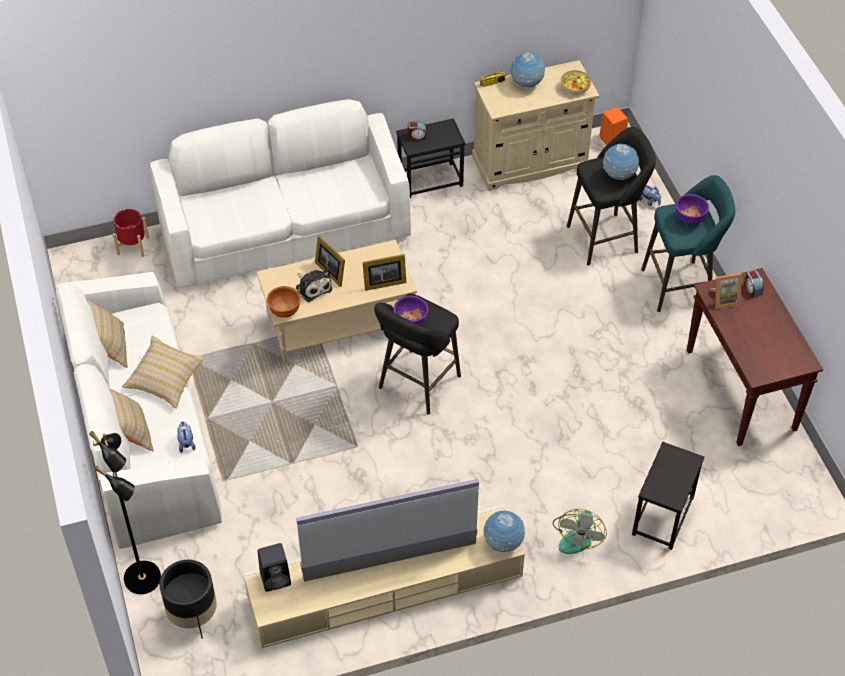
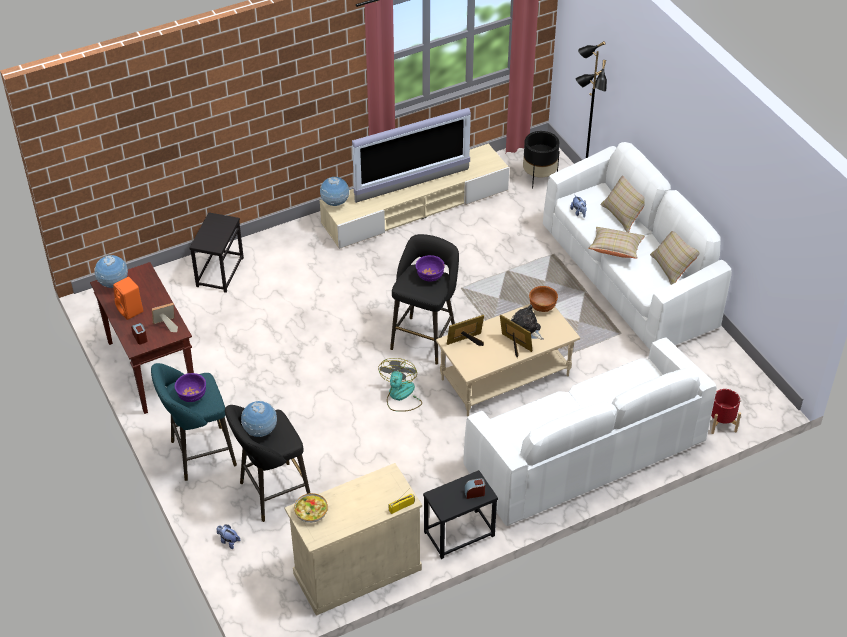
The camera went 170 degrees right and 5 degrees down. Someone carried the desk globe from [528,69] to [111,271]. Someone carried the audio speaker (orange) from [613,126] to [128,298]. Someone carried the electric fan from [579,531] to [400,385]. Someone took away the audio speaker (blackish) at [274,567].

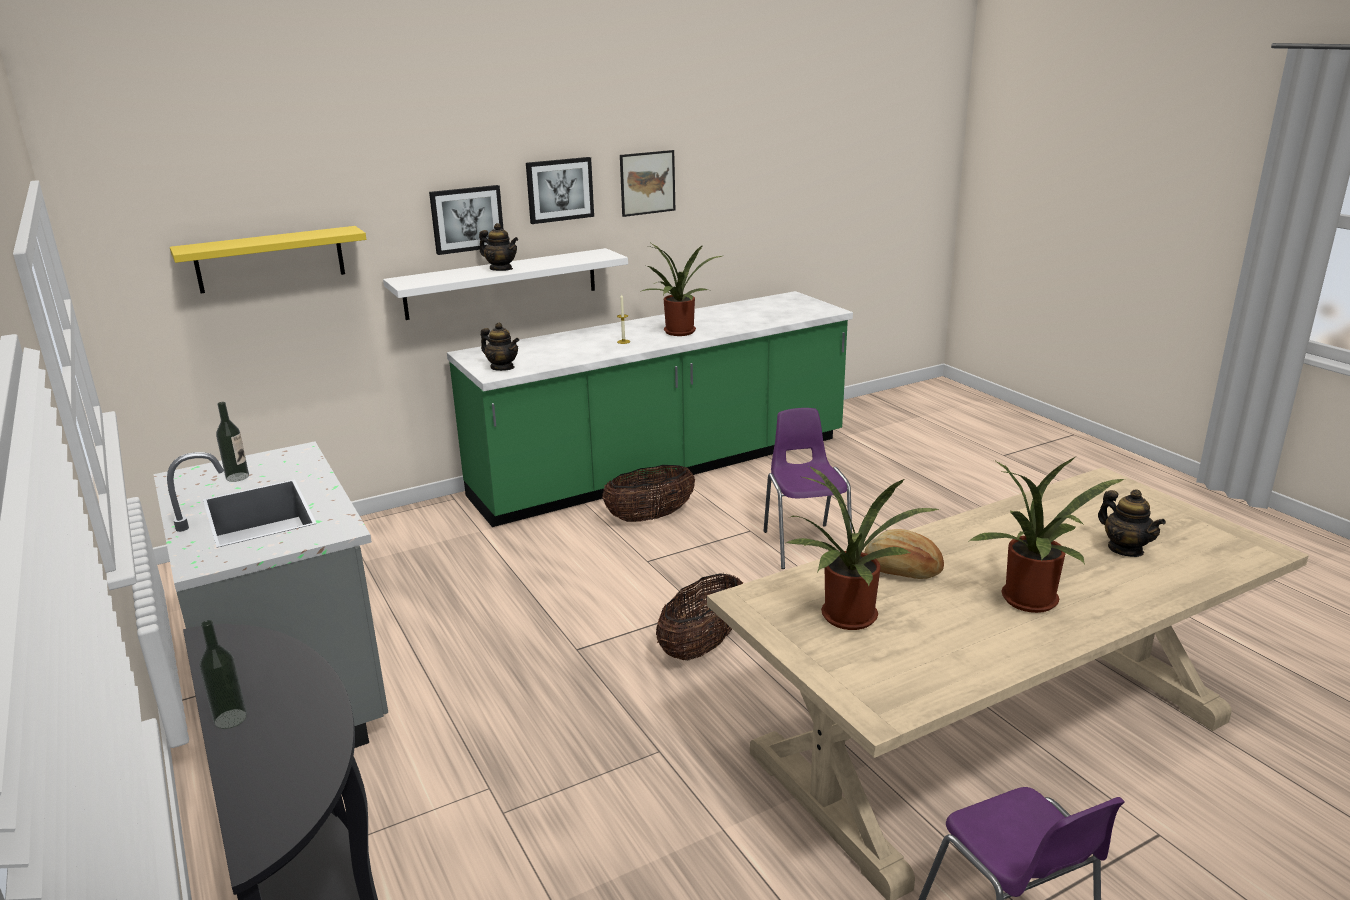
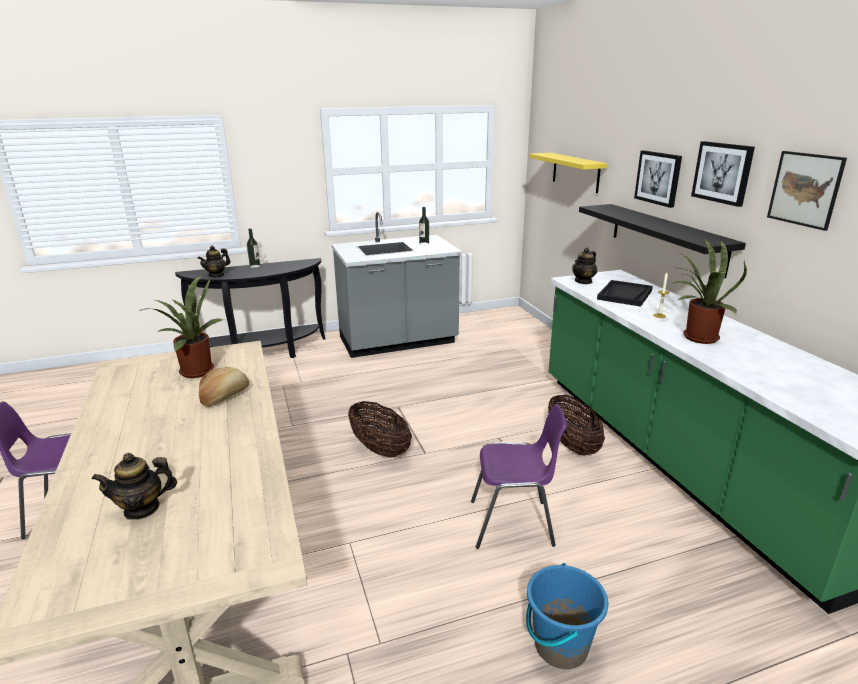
The camera went 100 degrees right and 0 degrees up. Someone carried the tea pot from [498,247] to [214,262]. Someone put down the water bucket (bluish) at [567,616]. Someone repainted the shelf (whitish) at [505,284], which became the shelf (blackish) at [662,241]. Someone put down the carrying tray (blackish) at [625,293]. Someone took away the plant in a pot at [1046,534].

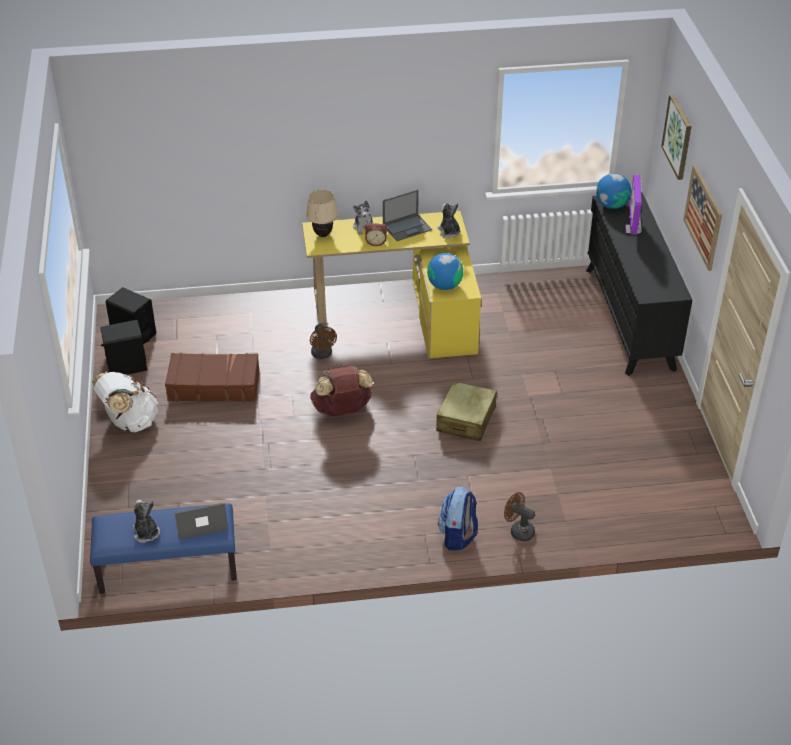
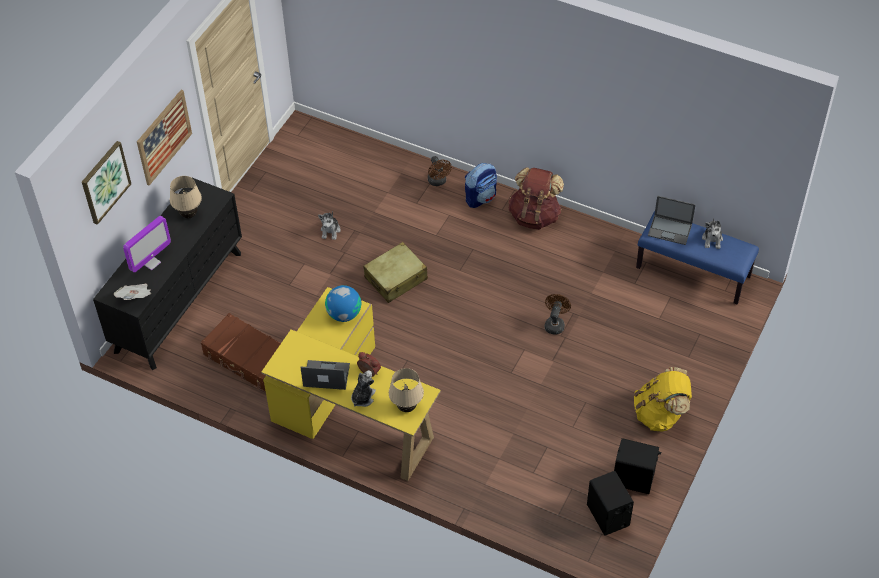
The camera went 145 degrees left and 10 degrees up. Someone swapped the desk globe at [613,191] for the printed paper at [132,292]. Someone put down the lamp for a table (sand-coloured) at [186,197]. Someone carried the piece of luggage (brown-coloured) from [212,377] to [240,352]. Someone carried the soft toy from [449,220] to [329,225]. Someone carried the backpack (brown-coloured) from [341,390] to [536,198]. Someone carried the electric fan (brown-coloured) from [323,341] to [558,314]. Someone repainted the backpack (whitish) at [125,402], which became the backpack (yellow-coloured) at [663,399].

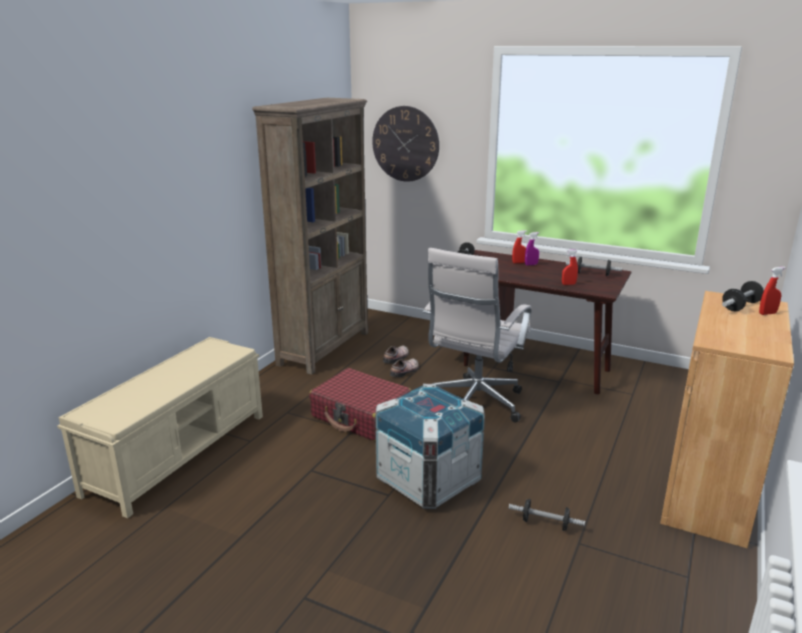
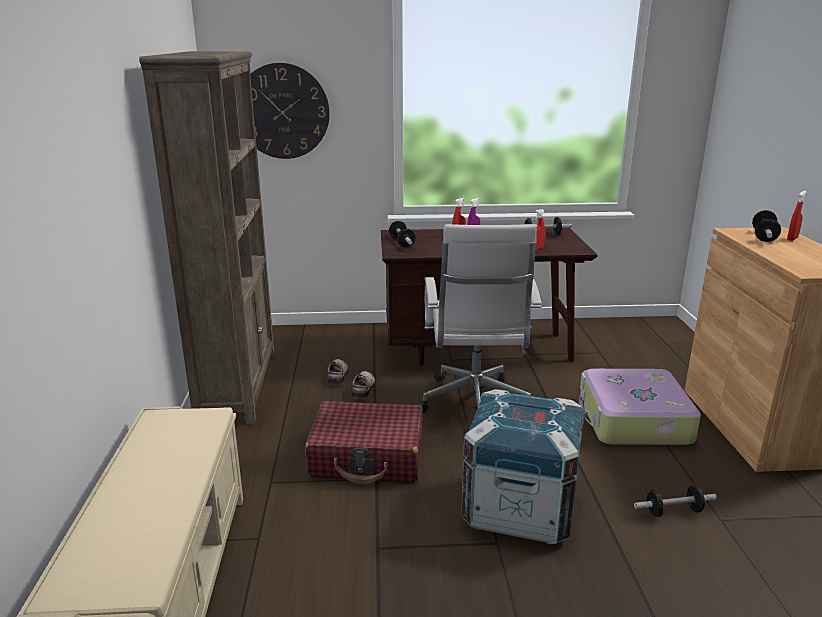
The camera went 30 degrees left and 0 degrees up. Someone put down the piece of luggage at [639,407].

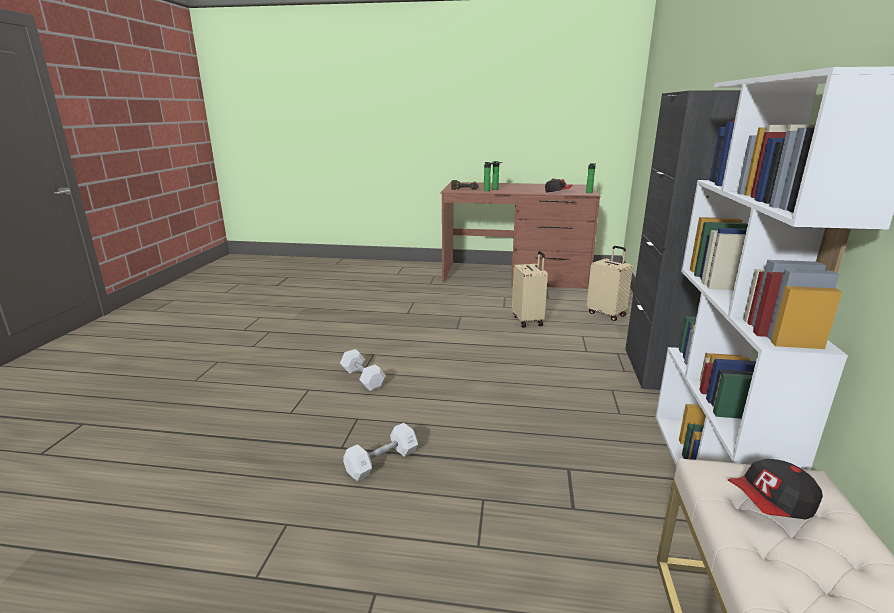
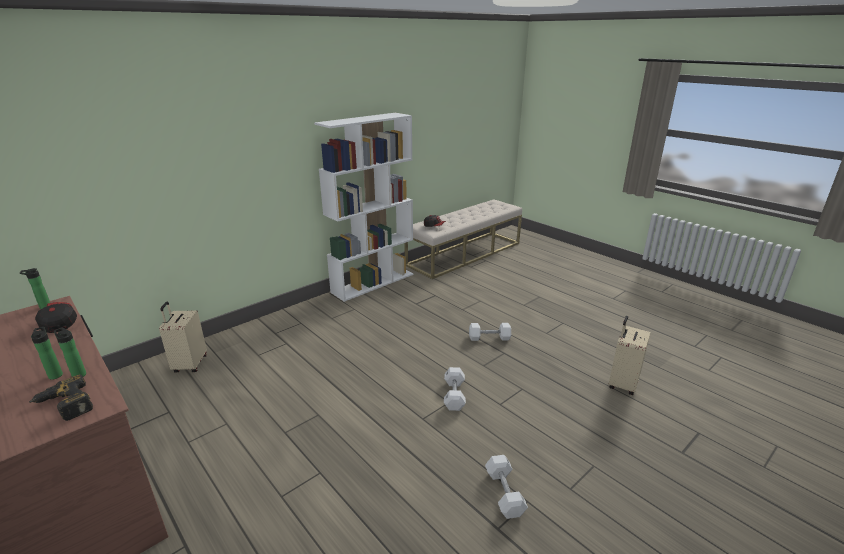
The camera went 140 degrees left and 5 degrees up. Someone put down the free weight (whitish) at [506,487]. Someone carried the piece of luggage (sand-coloured) from [530,289] to [630,355]. Someone took away the storage cabinet (blackish) at [683,240].

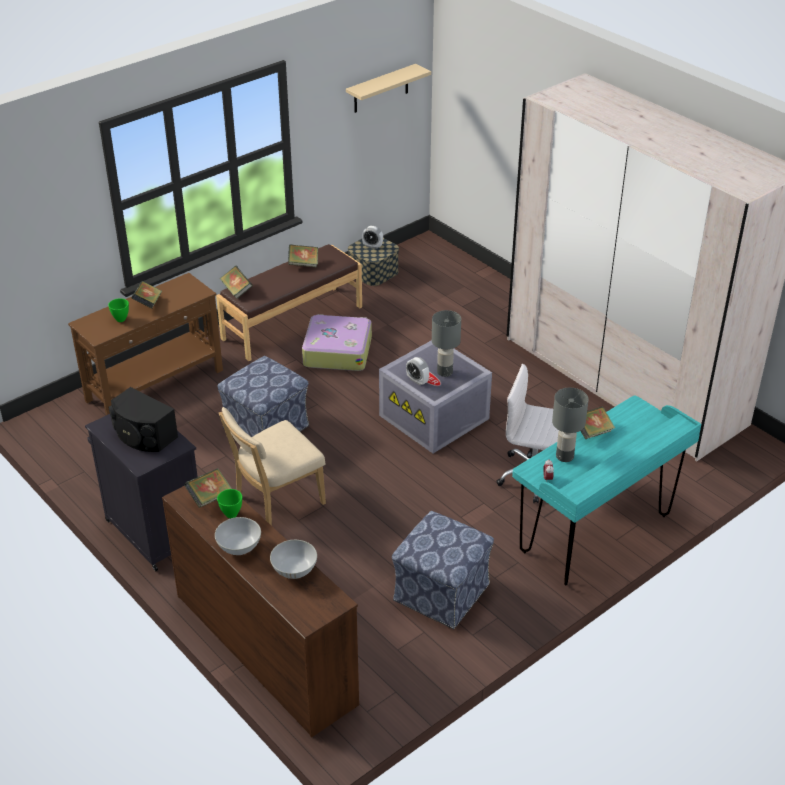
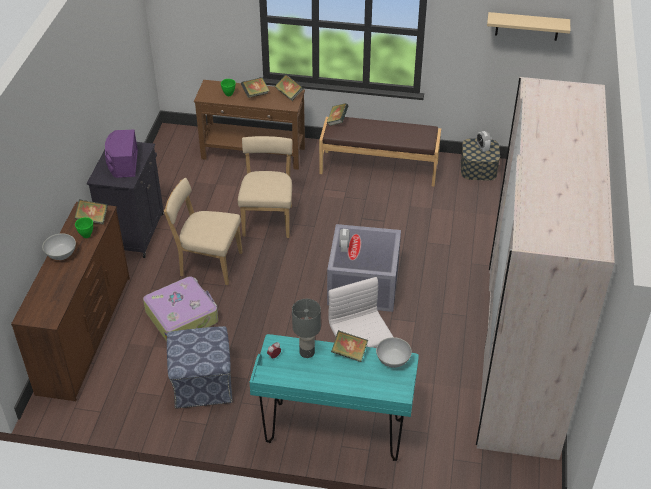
The camera went 50 degrees right and 5 degrees up. Someone repainted the audio speaker (blackish) at [143,419], which became the audio speaker (purplish) at [121,153]. Someone carried the piece of luggage from [337,342] to [180,309]. Someone swapped the footrest at [263,396] for the upright chair (sand-coloured) at [265,187]. Someone carried the book from [303,255] to [289,87]. Someone carried the serving bowl (whitish) from [293,559] to [394,352]. Someone took away the lamp for a table (grey) at [446,343].

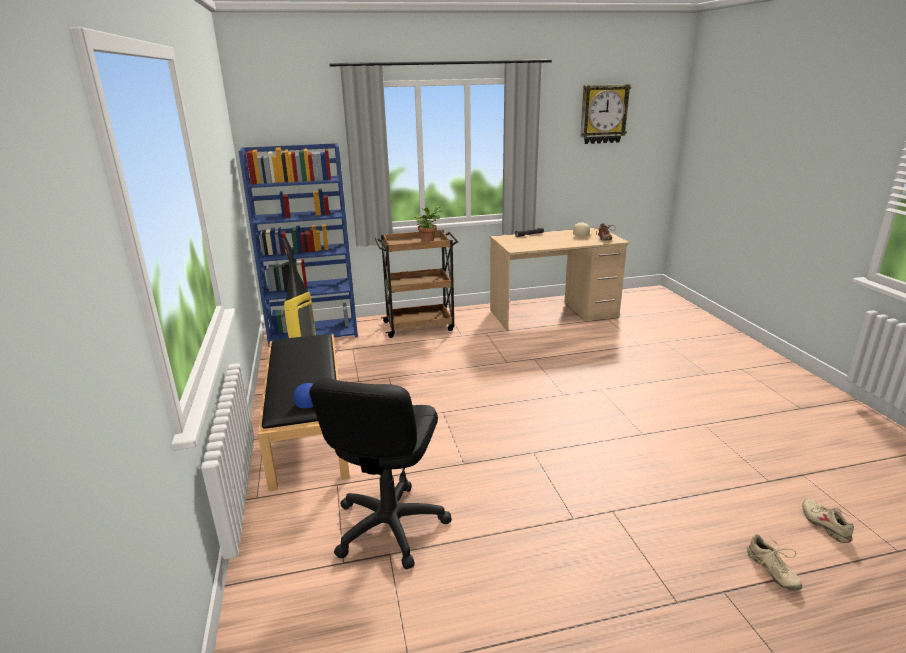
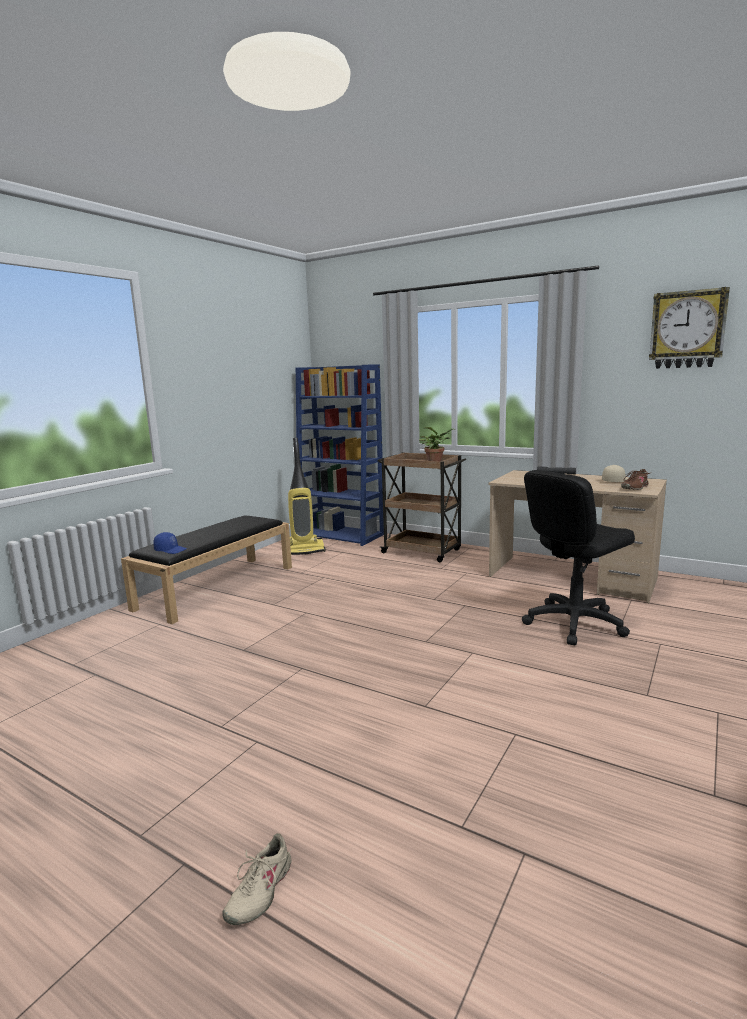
The camera went 45 degrees right and 10 degrees down. Someone carried the desk chair (blackish) from [380,473] to [578,557]. Someone took away the shoe (sand-coloured) at [828,521].

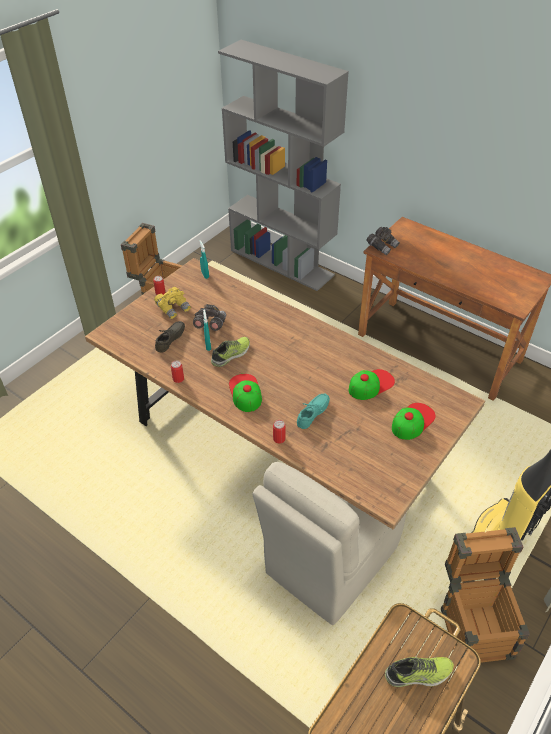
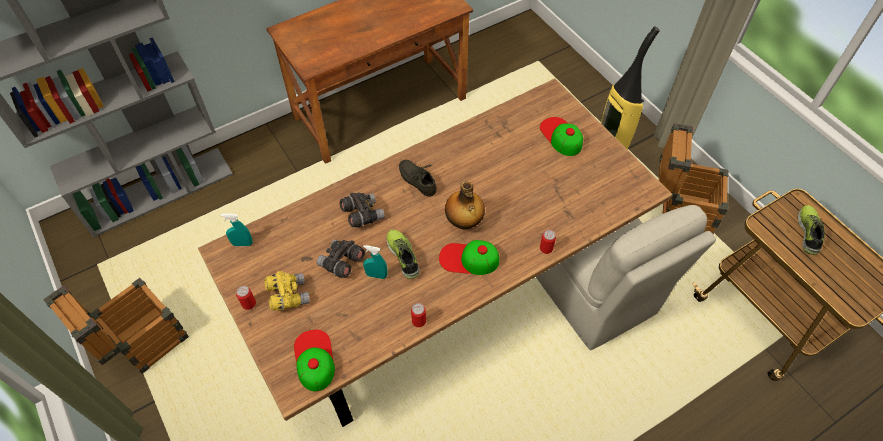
The camera went 70 degrees left and 10 degrees up. Someone carried the baseball cap from [372,384] to [314,361]. Someone carried the binoculars (grey) from [383,241] to [362,210]. Someone carried the shoe (grey) from [170,337] to [418,178]. Someone put down the beverage bottle at [465,205]. Someone took away the shoe (turquoise) at [313,411].

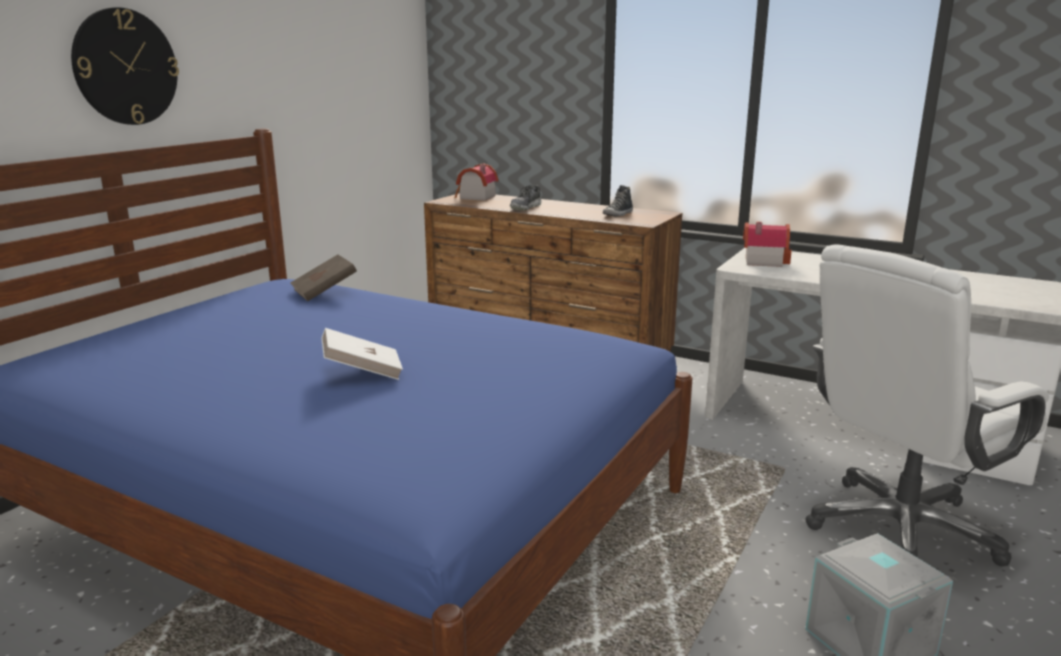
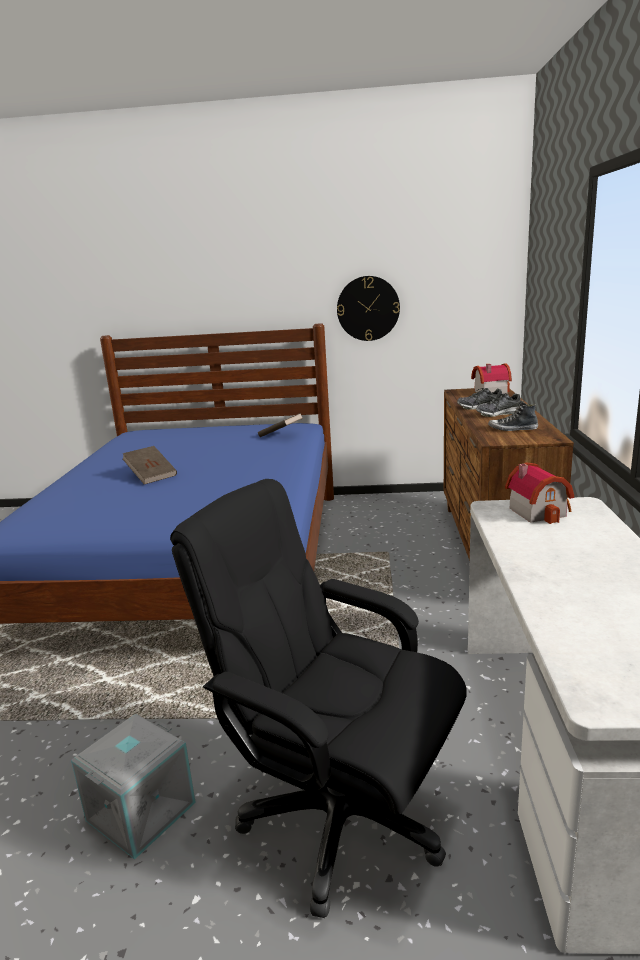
The camera went 65 degrees right and 0 degrees up. Someone repainted the book (whitish) at [362,354], which became the book (brown-coloured) at [150,465]. Someone repainted the desk chair (whitish) at [927,405], which became the desk chair (blackish) at [318,698]. Someone carried the hanging clock from [125,66] to [368,308]. Someone put down the shoe at [498,405].

